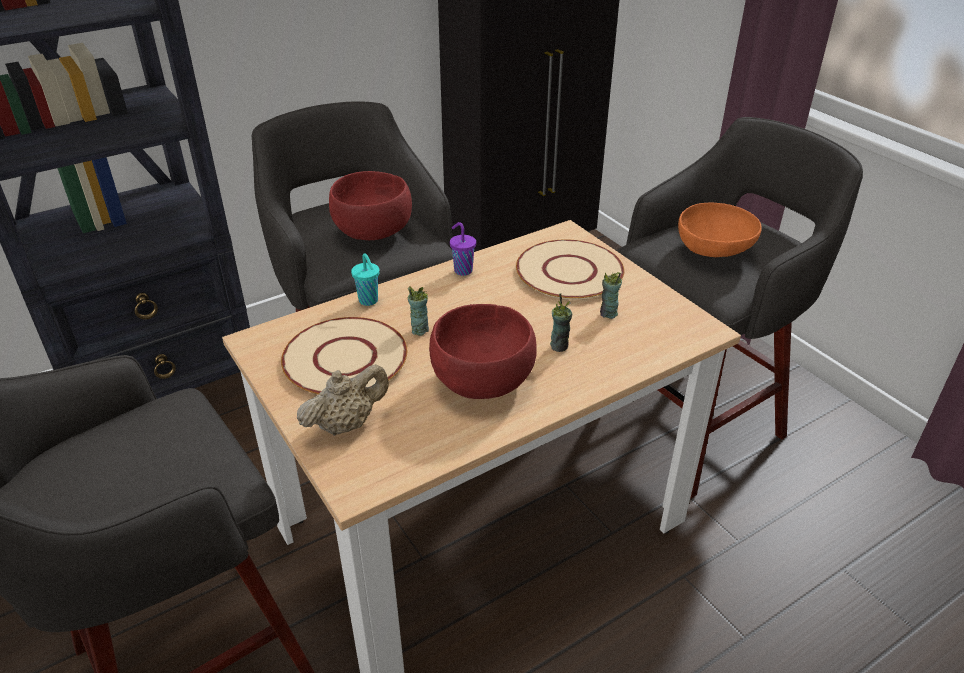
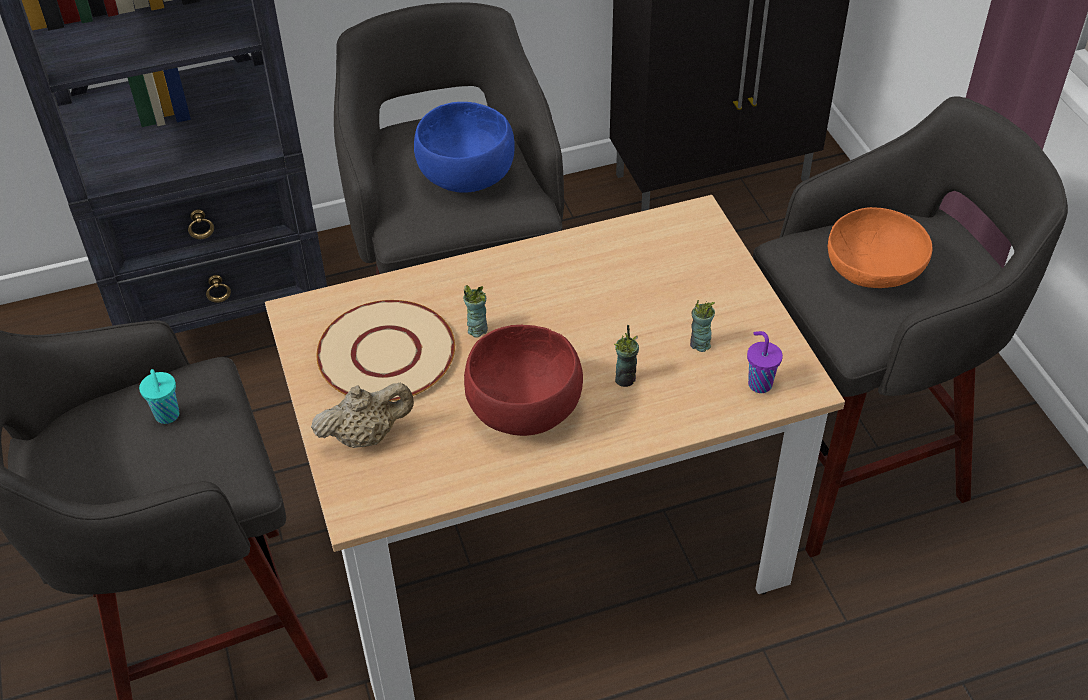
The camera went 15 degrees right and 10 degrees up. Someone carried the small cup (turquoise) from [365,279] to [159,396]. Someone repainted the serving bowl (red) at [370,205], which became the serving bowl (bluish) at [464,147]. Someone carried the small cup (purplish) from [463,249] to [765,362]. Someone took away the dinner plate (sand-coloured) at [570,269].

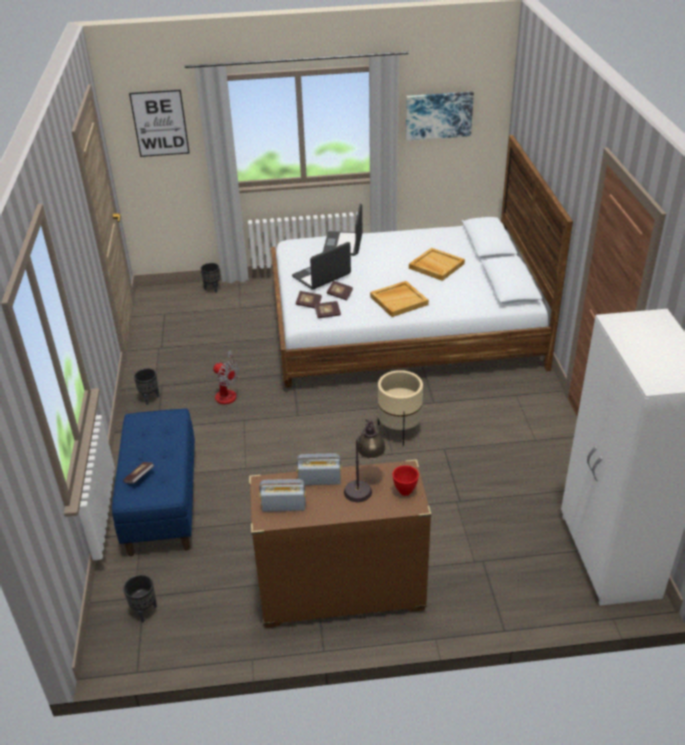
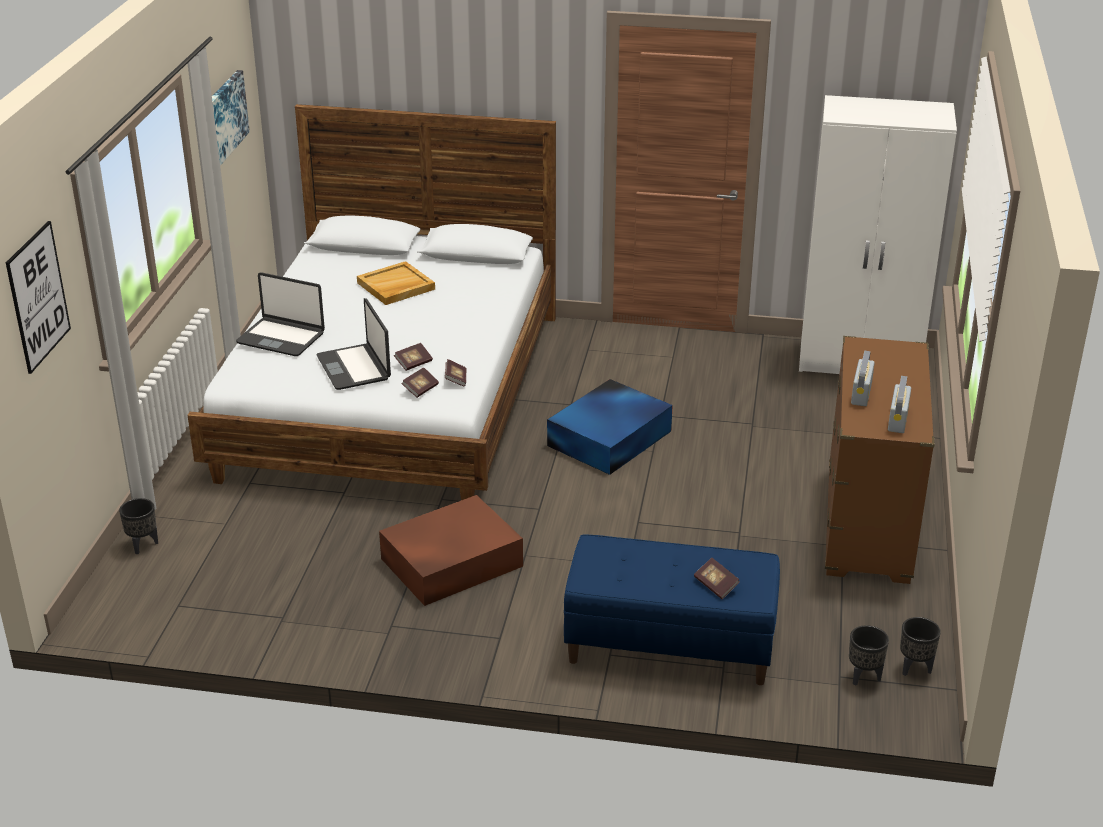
The camera went 75 degrees left and 5 degrees down. Someone swapped the electric fan at [226,377] for the storage box (brown-coloured) at [451,550]. Someone swapped the planter (sand-coloured) at [400,408] for the storage box (bluish) at [610,427]. Someone carried the planter (blackish) from [147,386] to [920,646]. Someone took away the lamp for a table at [365,460]. Someone took away the carrying tray (sand-coloured) at [399,299]. Someone took away the serving bowl (red) at [406,480].

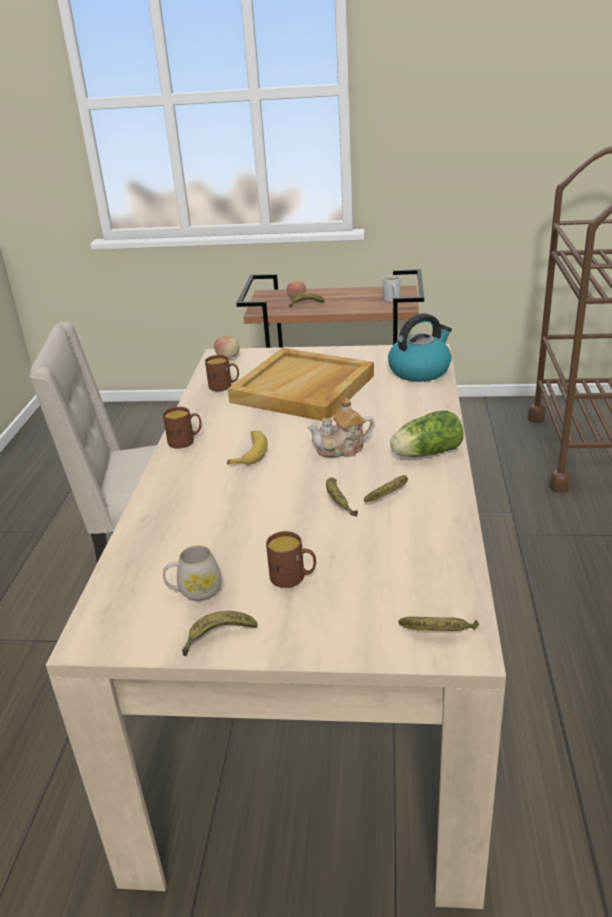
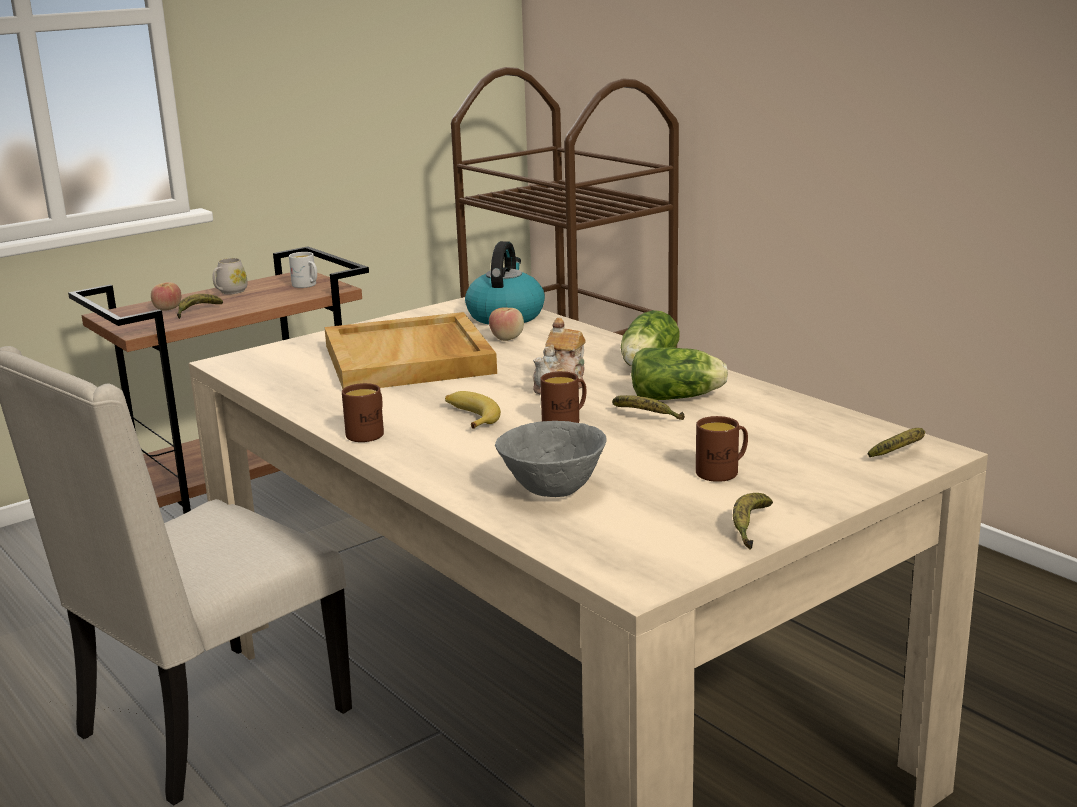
The camera went 45 degrees left and 10 degrees down. Someone carried the coffee mug (whitish) from [192,573] to [230,276]. Someone carried the apple from [226,347] to [506,324]. Someone put down the serving bowl (grey) at [550,459]. Someone carried the coffee mug (brown-coloured) from [222,373] to [563,397]. Someone swapped the whole banana at [386,488] for the lettuce at [679,373].

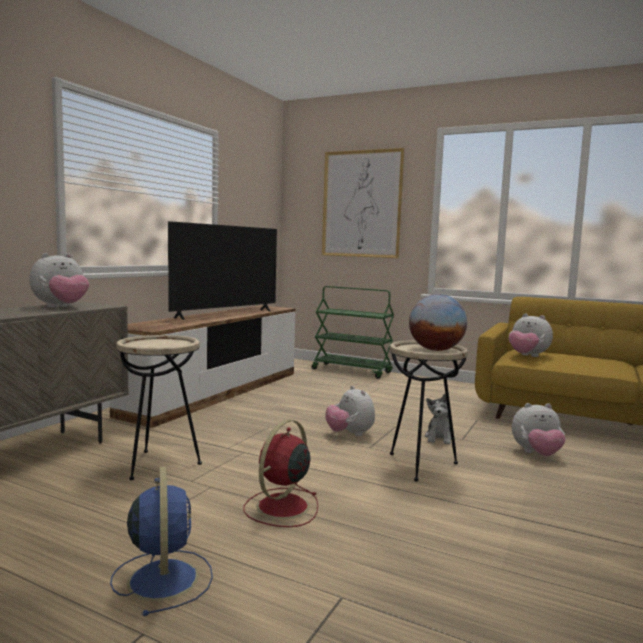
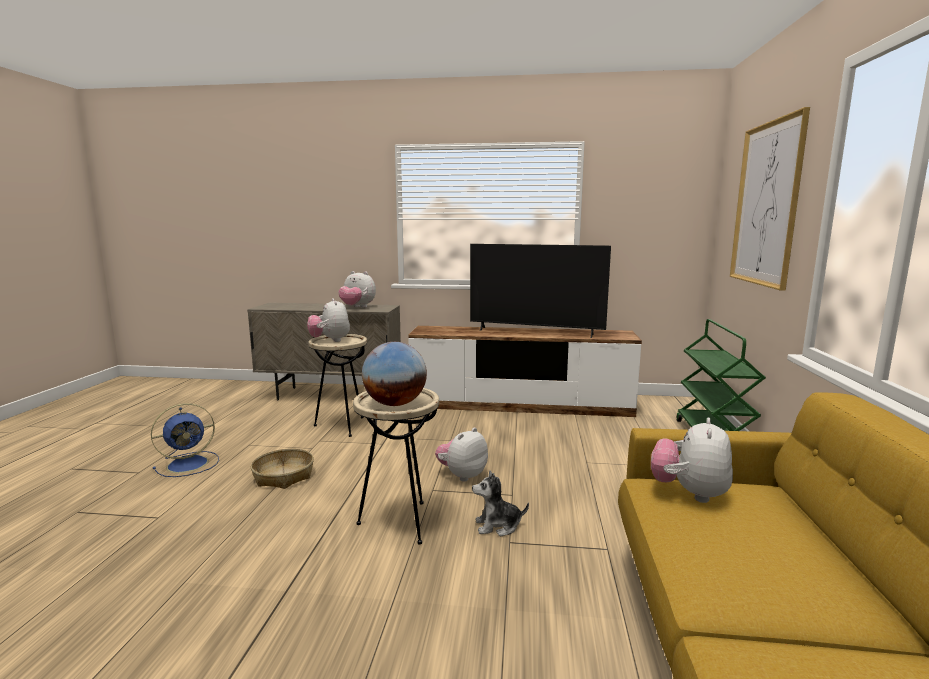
The camera went 70 degrees right and 5 degrees up. Someone swapped the electric fan (red) at [281,473] for the household basket at [282,468]. Someone carried the soft toy from [539,429] to [328,320].

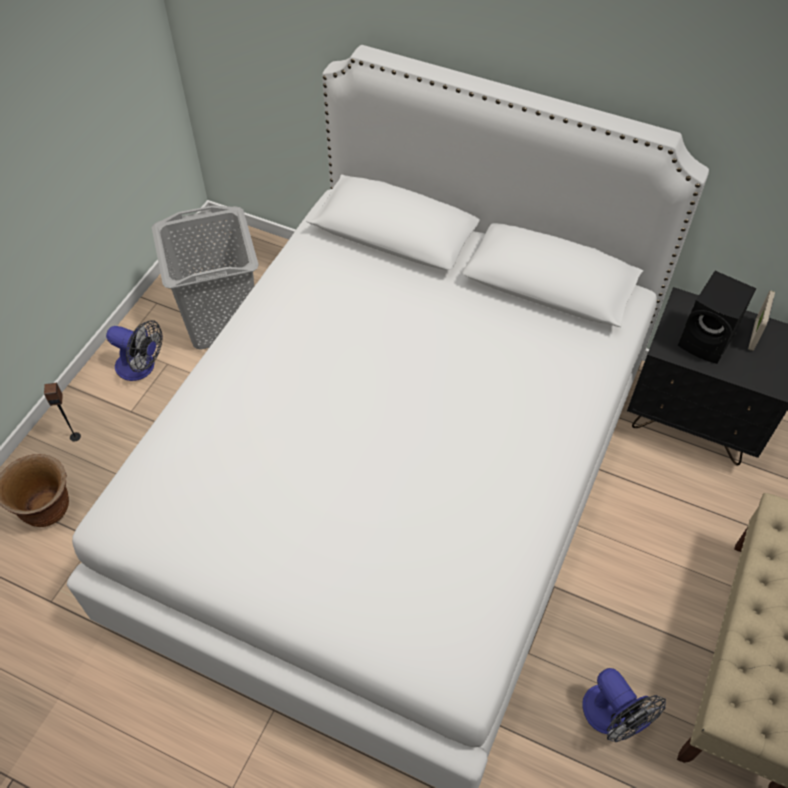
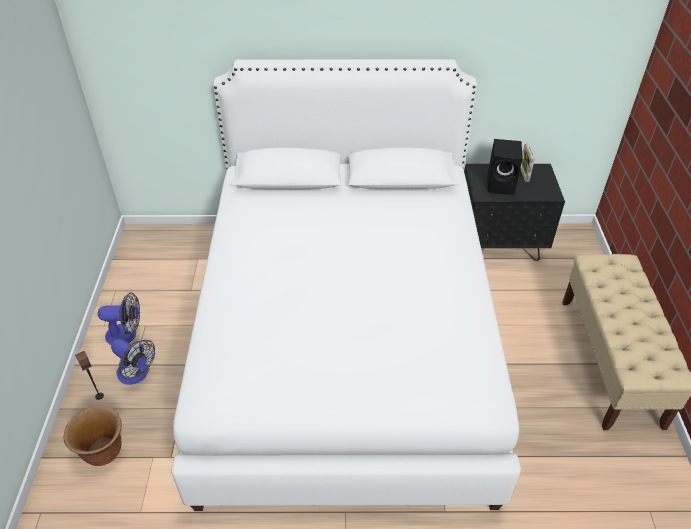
The camera went 25 degrees left and 10 degrees down. Someone carried the electric fan from [624,705] to [133,362]. Someone took away the washing basket (grey) at [205,277].

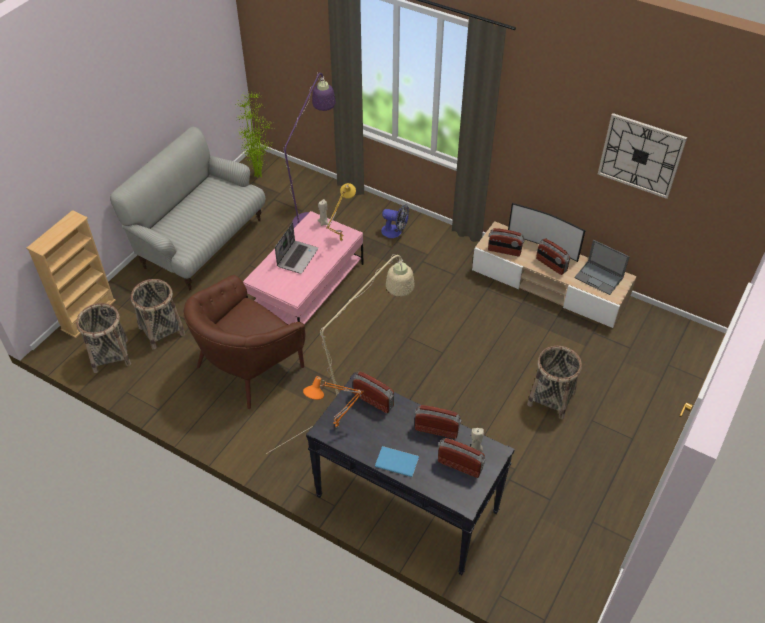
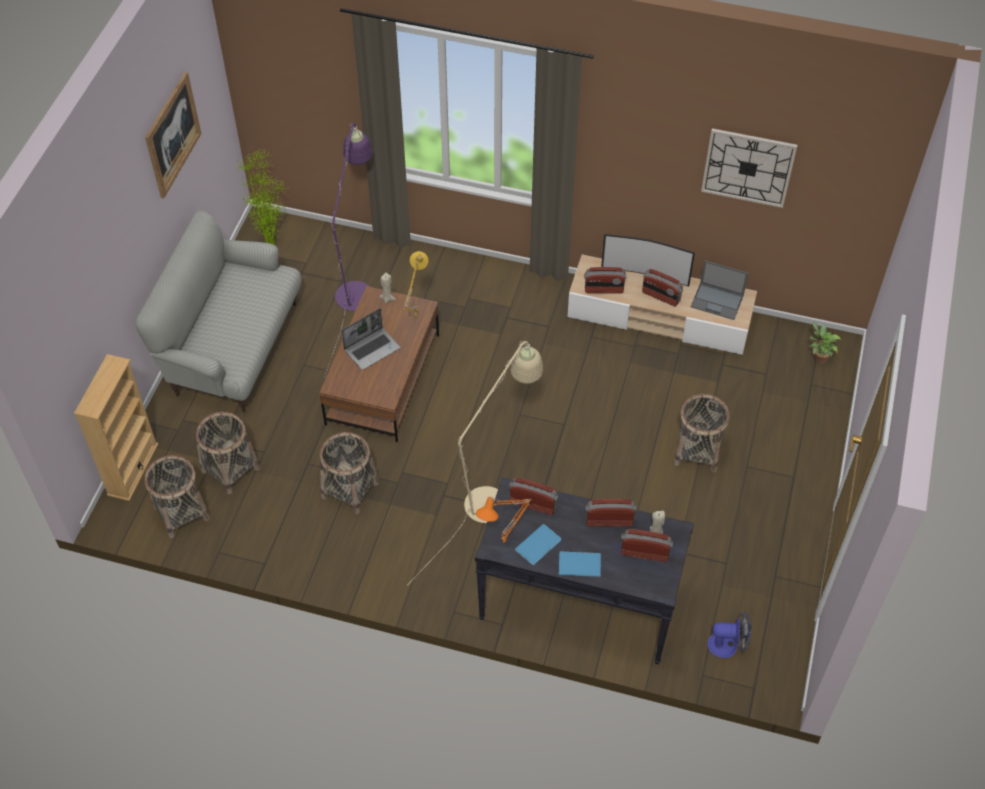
The camera went 15 degrees left and 5 degrees up. Someone put up the wall picture at [173,135]. Someone repainted the low table (pinkish) at [303,268], which became the low table (brown-coloured) at [379,364]. Someone swapped the lounge chair (brown-coloured) at [245,342] for the household basket at [349,473]. Someone rotated the laptop at [296,248] by 45 degrees clockwise. Someone put down the book (bluish) at [538,544]. Someone carried the electric fan from [395,221] to [729,635]. Someone put down the plant in a pot at [826,343].

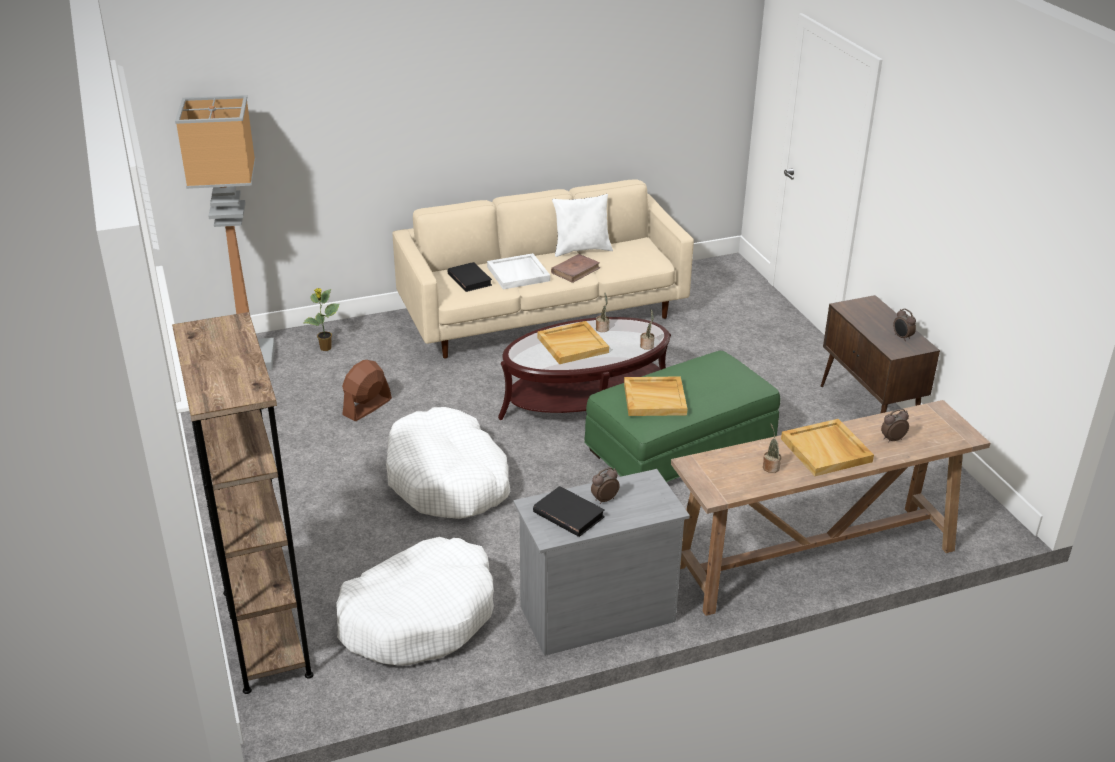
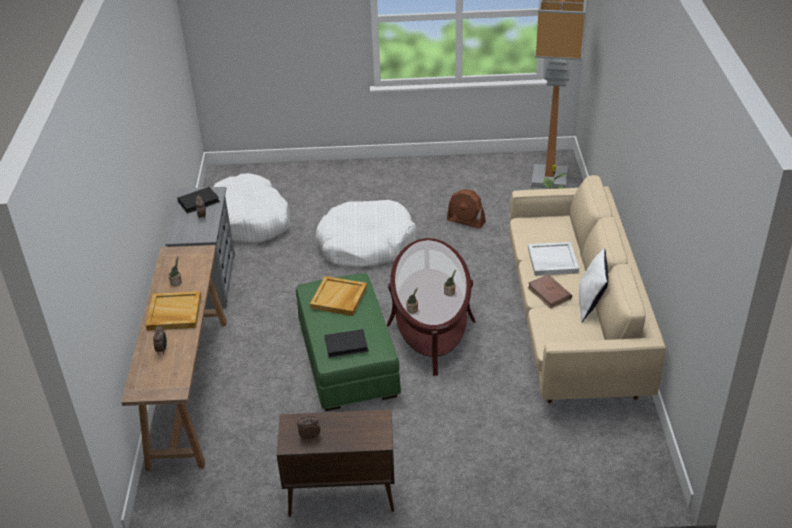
The camera went 110 degrees right and 5 degrees up. Someone carried the book (blackish) from [469,277] to [347,343]. Someone rotated the electric fan (brown-coloured) at [367,390] by 150 degrees clockwise. Someone took away the bookcase (brown-coloured) at [243,503]. Someone took away the carrying tray (sand-coloured) at [573,342].

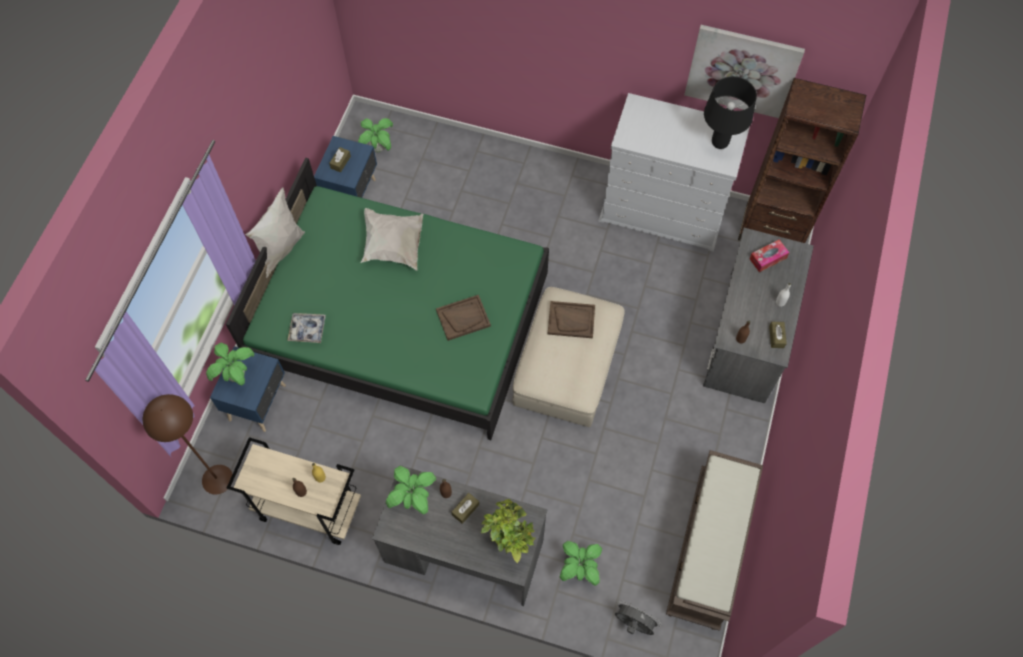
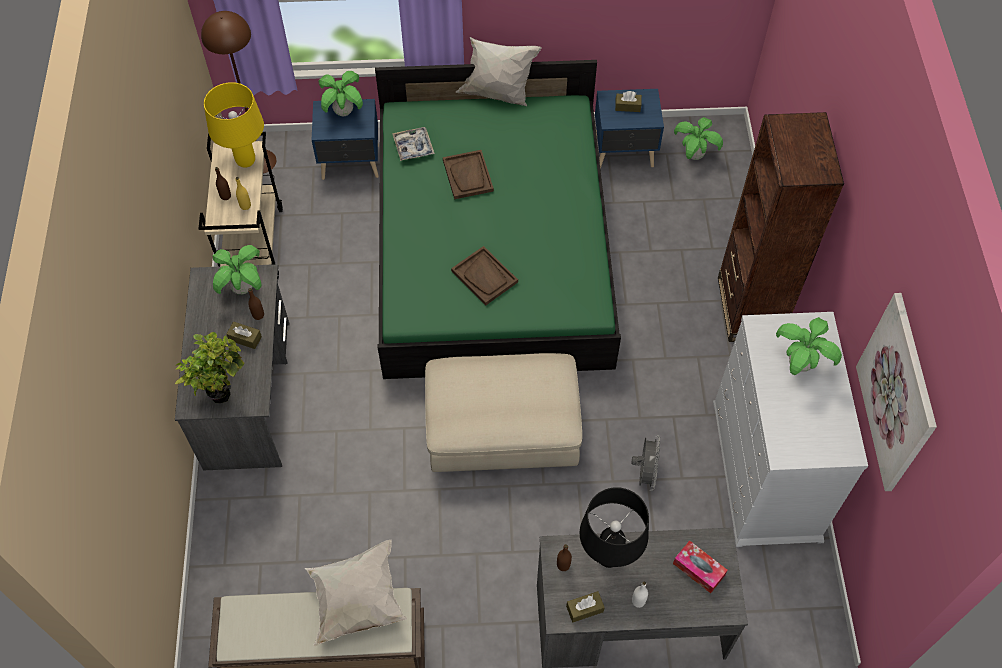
The camera went 70 degrees right and 5 degrees down. Someone put down the lamp for a table (yellow-coloured) at [234,125]. Someone carried the cushion (whitish) from [392,239] to [356,593]. Someone carried the carrying tray (brown-coloured) from [571,319] to [468,174]. Someone carried the lamp for a table (blackish) from [730,112] to [614,527]. Someone carried the electric fan (grey) from [638,617] to [645,463]. Someone carried the bookcase (brown-coloured) from [802,160] to [781,227]. Someone carried the plant in a pot from [581,563] to [809,346].

